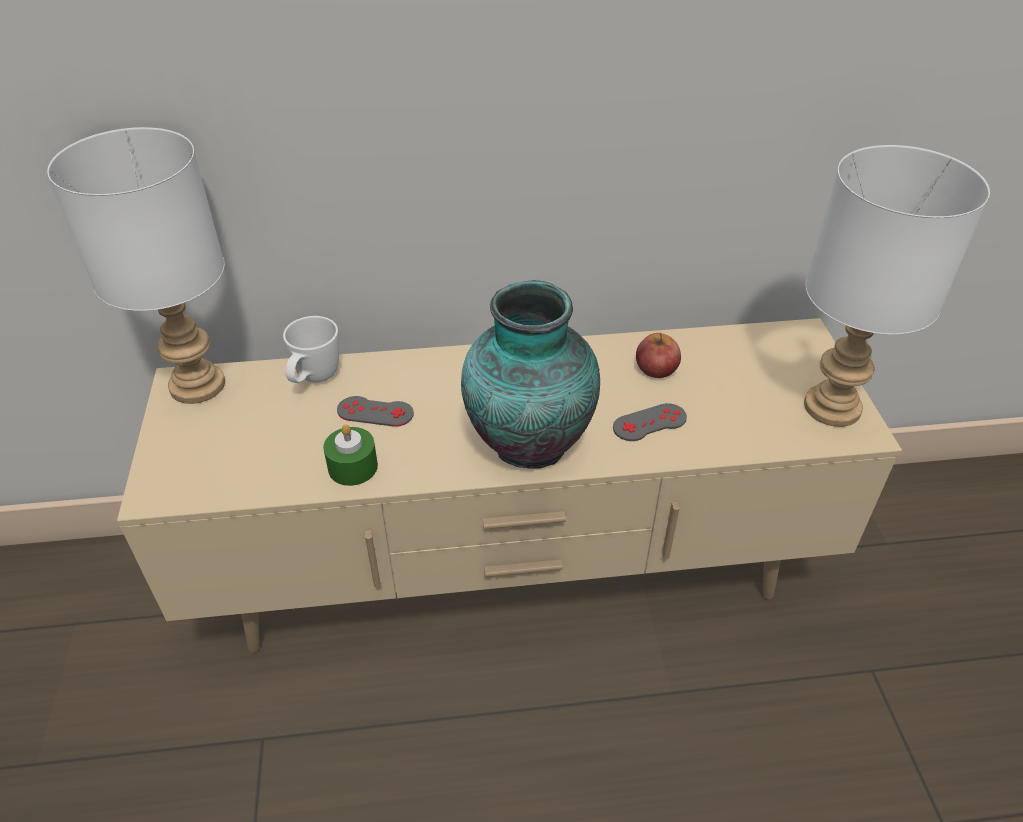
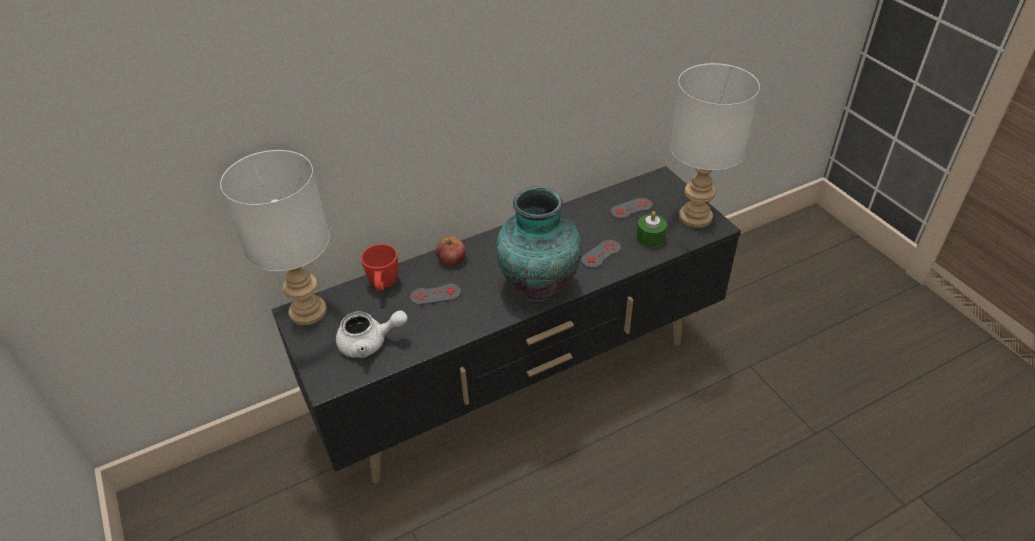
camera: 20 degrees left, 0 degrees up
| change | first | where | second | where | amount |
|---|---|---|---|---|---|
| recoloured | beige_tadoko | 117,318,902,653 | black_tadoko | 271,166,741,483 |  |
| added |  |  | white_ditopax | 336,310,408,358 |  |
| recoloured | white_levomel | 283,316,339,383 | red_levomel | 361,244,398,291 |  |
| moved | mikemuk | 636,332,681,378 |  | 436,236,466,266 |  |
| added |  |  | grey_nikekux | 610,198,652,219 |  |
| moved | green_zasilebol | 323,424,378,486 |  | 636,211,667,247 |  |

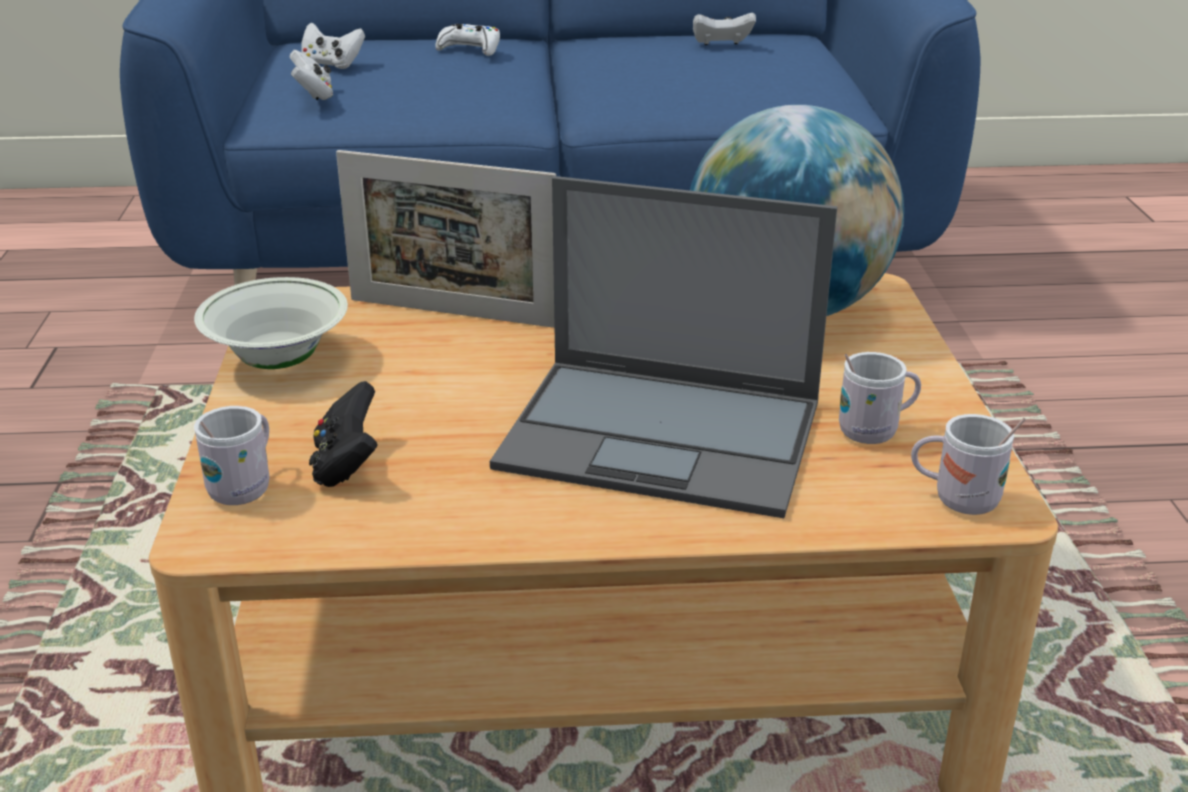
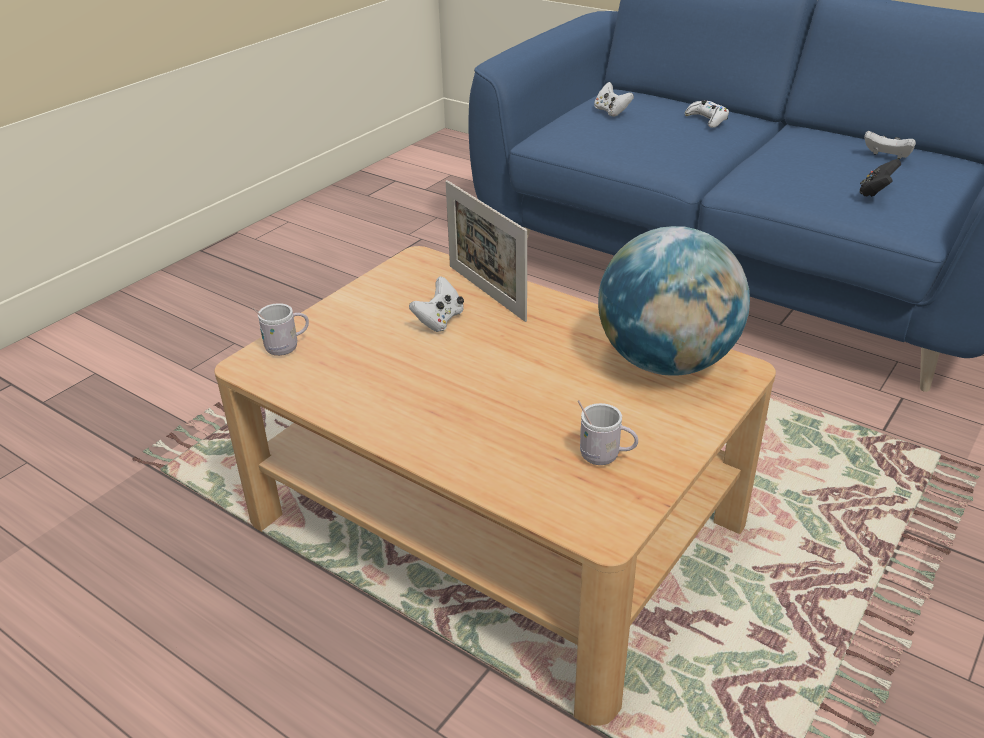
camera: 40 degrees right, 5 degrees up
| change | first | where | second | where | amount |
|---|---|---|---|---|---|
| moved | white_nikekux | 290,50,333,100 |  | 409,276,464,332 |  |
| moved | black_nikekux | 309,381,378,487 |  | 859,159,901,197 |  |
| removed | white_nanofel | 194,277,348,369 |  |  |  |
| removed | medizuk | 490,176,837,518 |  |  |  |
| removed | white_levomel | 911,414,1026,515 |  |  |  |

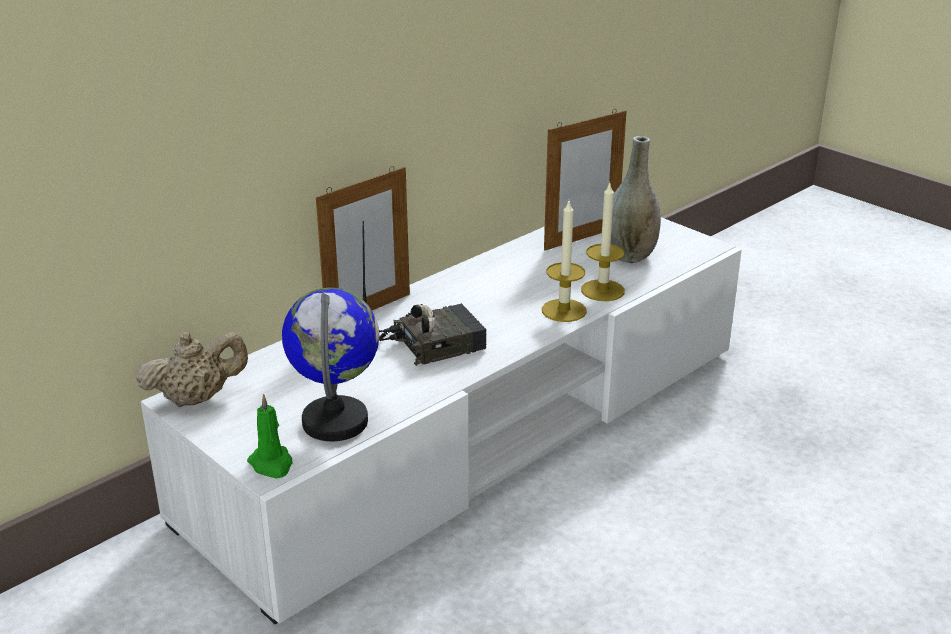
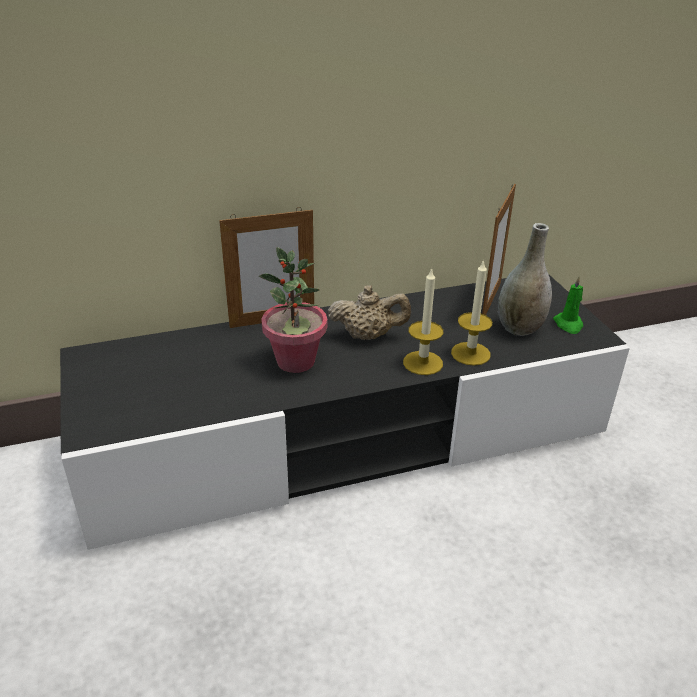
camera: 25 degrees right, 5 degrees up
| change | first | where | second | where | amount |
|---|---|---|---|---|---|
| recoloured | white_tadoko | 140,217,742,624 | black_tadoko | 60,275,630,550 |  |
| replaced | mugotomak | 363,221,486,366 | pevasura | 259,247,327,373 |  |
| moved | beige_ditopax | 136,331,248,407 |  | 328,285,411,340 |  |
| turned | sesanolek | 544,109,627,251 |  | 482,184,516,315 | 60 degrees counterclockwise |
| moved | green_zasilebol | 247,394,293,479 |  | 553,276,583,334 |  |
| removed | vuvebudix | 282,288,379,442 |  |  |  |

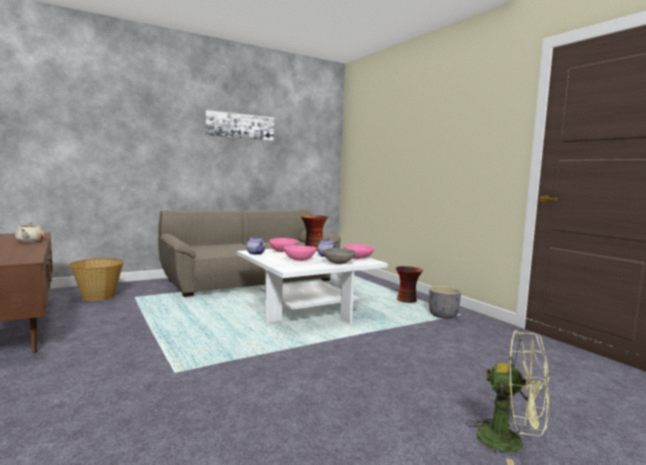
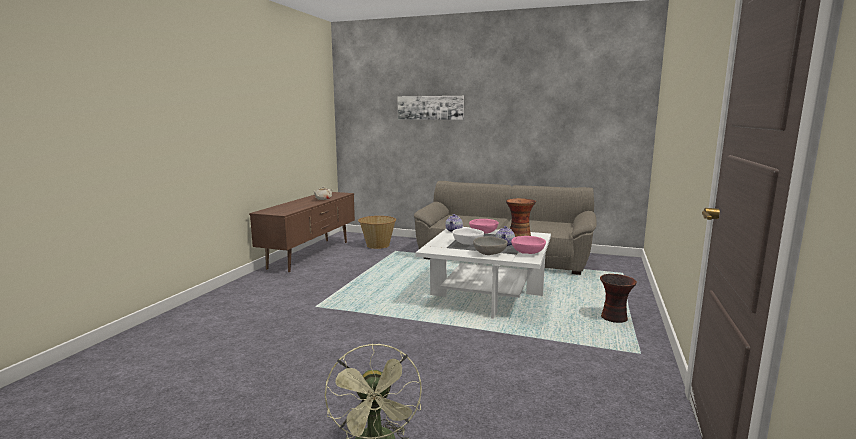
camera: 50 degrees right, 5 degrees up
| change | first | where | second | where | amount |
|---|---|---|---|---|---|
| moved | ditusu | 205,110,274,141 |  | 398,96,464,120 |  |
| recoloured | pink_nanofel | 284,245,316,261 | white_nanofel | 452,228,484,245 |  |
| removed | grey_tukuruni | 429,286,461,319 |  |  |  |

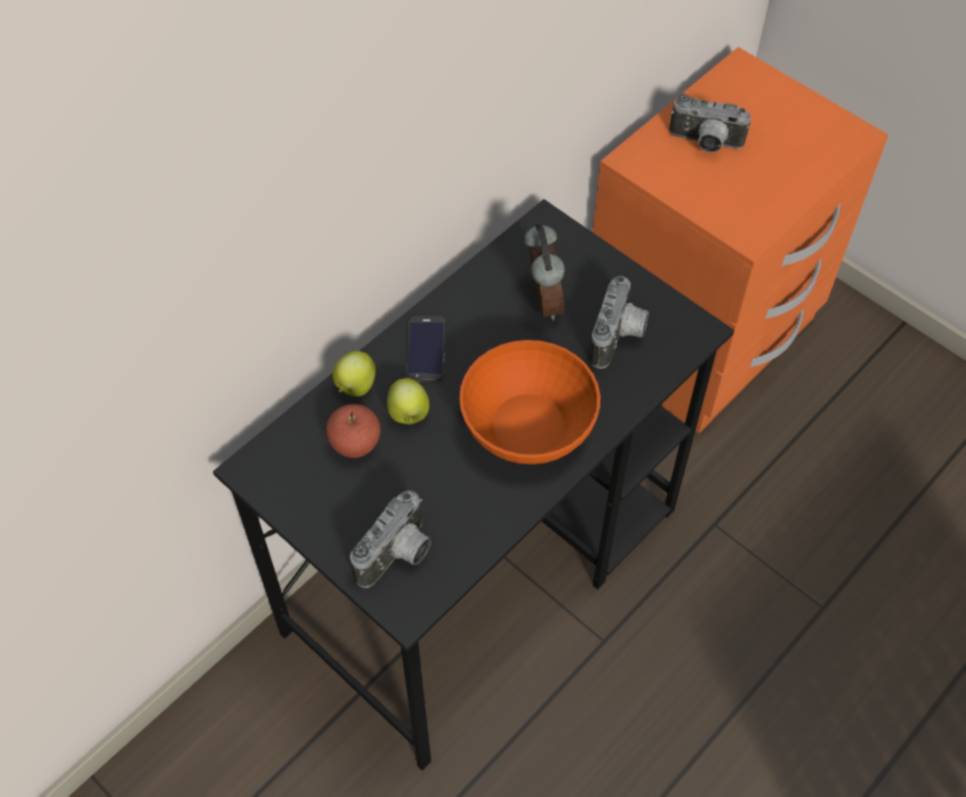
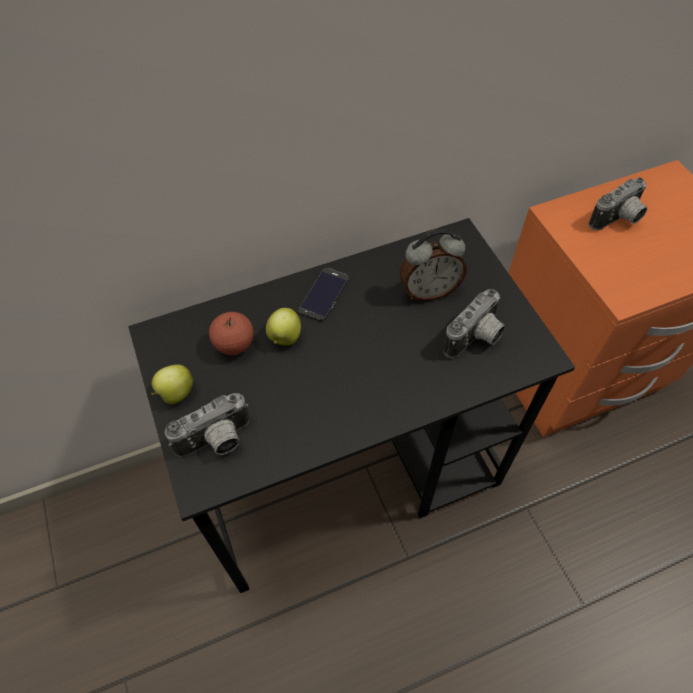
camera: 25 degrees right, 0 degrees up
| change | first | where | second | where | amount |
|---|---|---|---|---|---|
| moved | mikemuk | 332,351,376,397 |  | 151,365,193,404 |  |
| turned | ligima | 524,223,565,321 |  | 400,229,467,301 | 60 degrees clockwise |
| turned | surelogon | 669,94,751,153 |  | 589,177,647,230 | 75 degrees counterclockwise |
| removed | orange_nanofel | 459,340,600,464 |  |  |  |

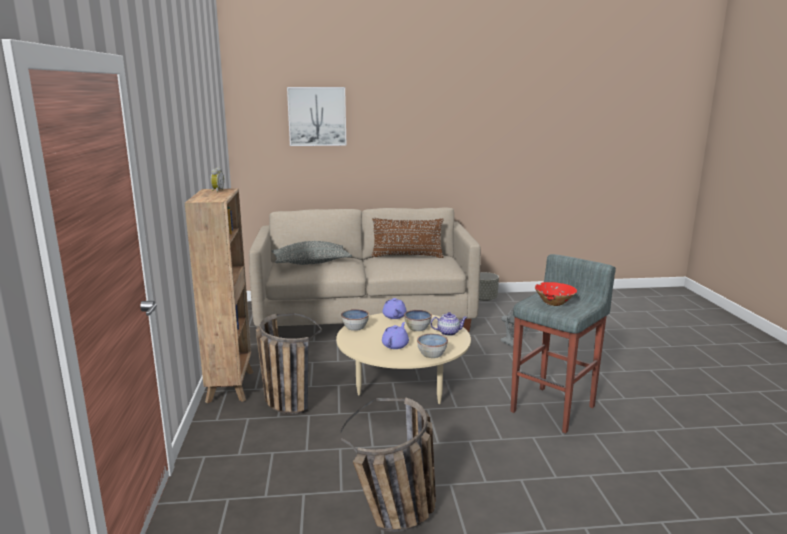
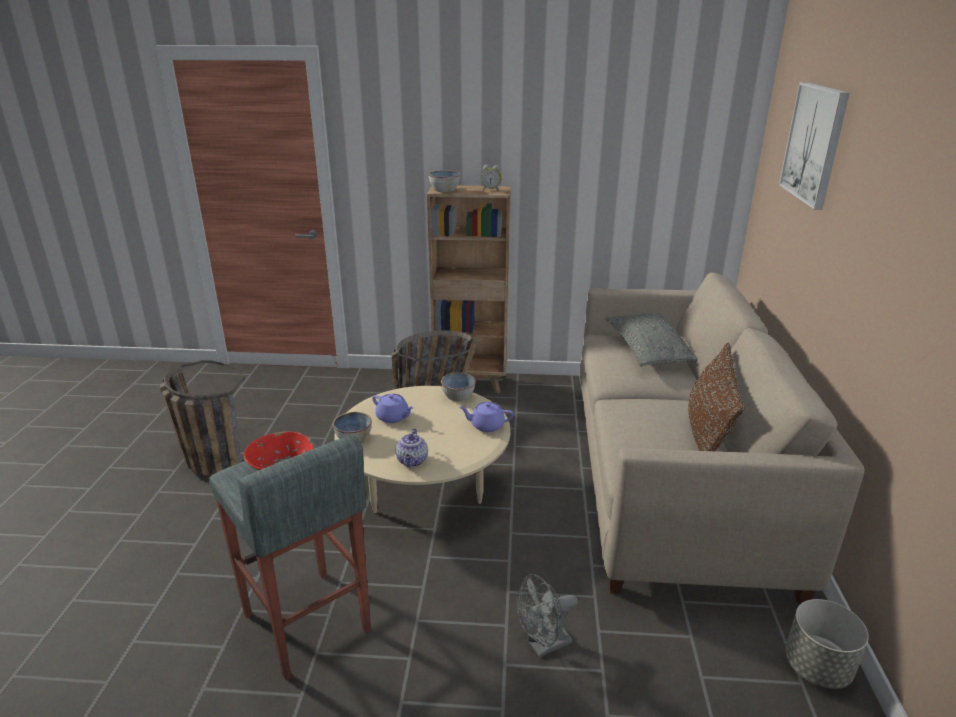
camera: 100 degrees right, 10 degrees up
| change | first | where | second | where | amount |
|---|---|---|---|---|---|
| moved | nanofel | 404,310,432,331 |  | 428,170,460,192 |  |

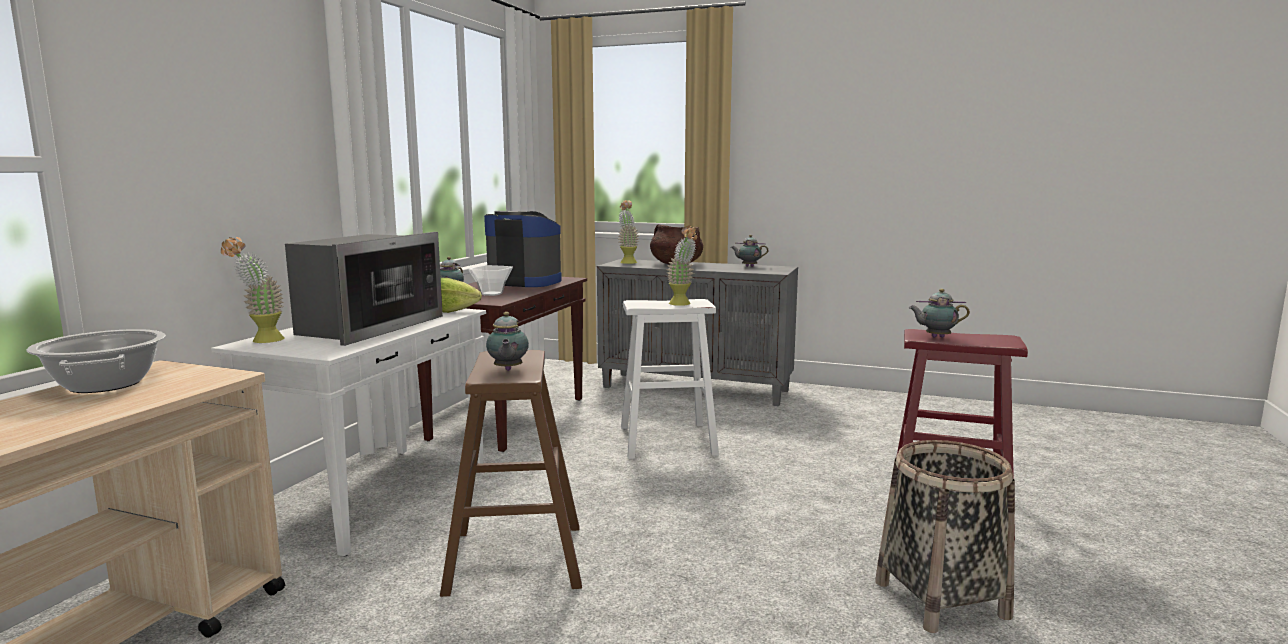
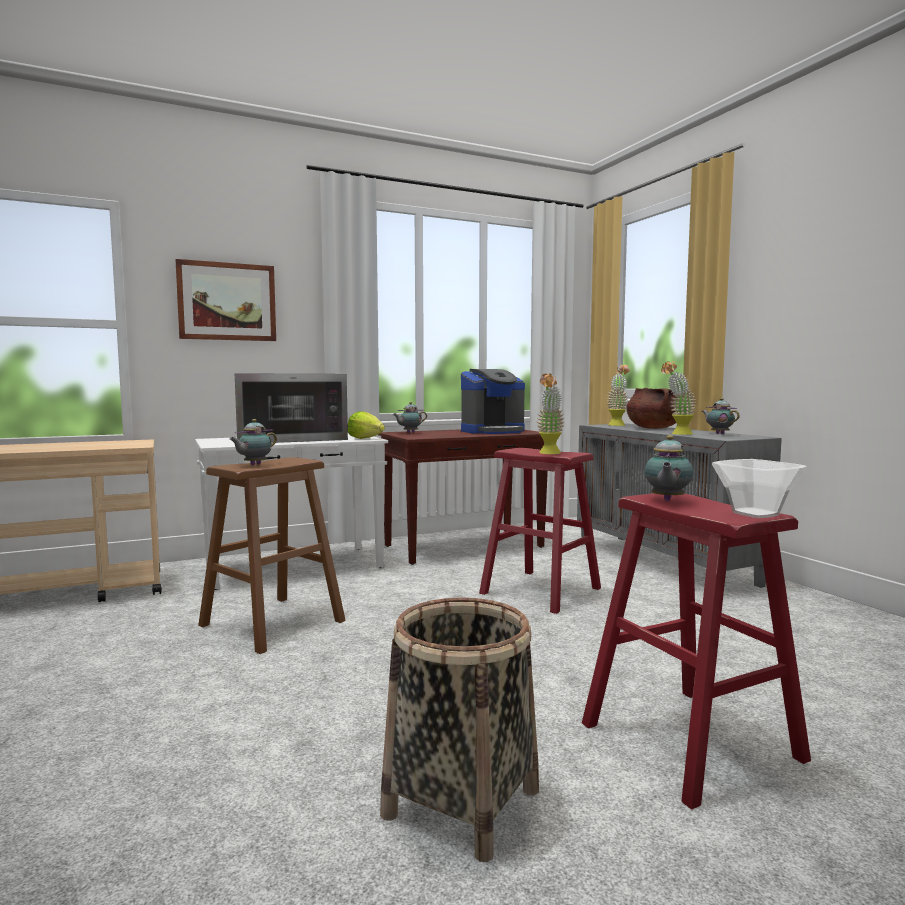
camera: 45 degrees right, 5 degrees down
| change | first | where | second | where | amount |
|---|---|---|---|---|---|
| added |  |  | ditusu | 176,259,276,341 |  |
| turned | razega | 484,211,562,287 |  | 461,369,525,434 | 90 degrees clockwise |
| recoloured | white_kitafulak | 621,299,719,459 | red_kitafulak | 479,448,601,614 |  |
| turned | ditopax | 909,289,970,338 |  | 645,435,693,501 | 120 degrees counterclockwise |
| moved | pevasura | 221,237,284,343 |  | 661,361,697,435 |  |
| moved | nanofel | 469,265,513,296 |  | 712,459,807,518 |  |
| removed | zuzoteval | 26,329,166,393 |  |  |  |

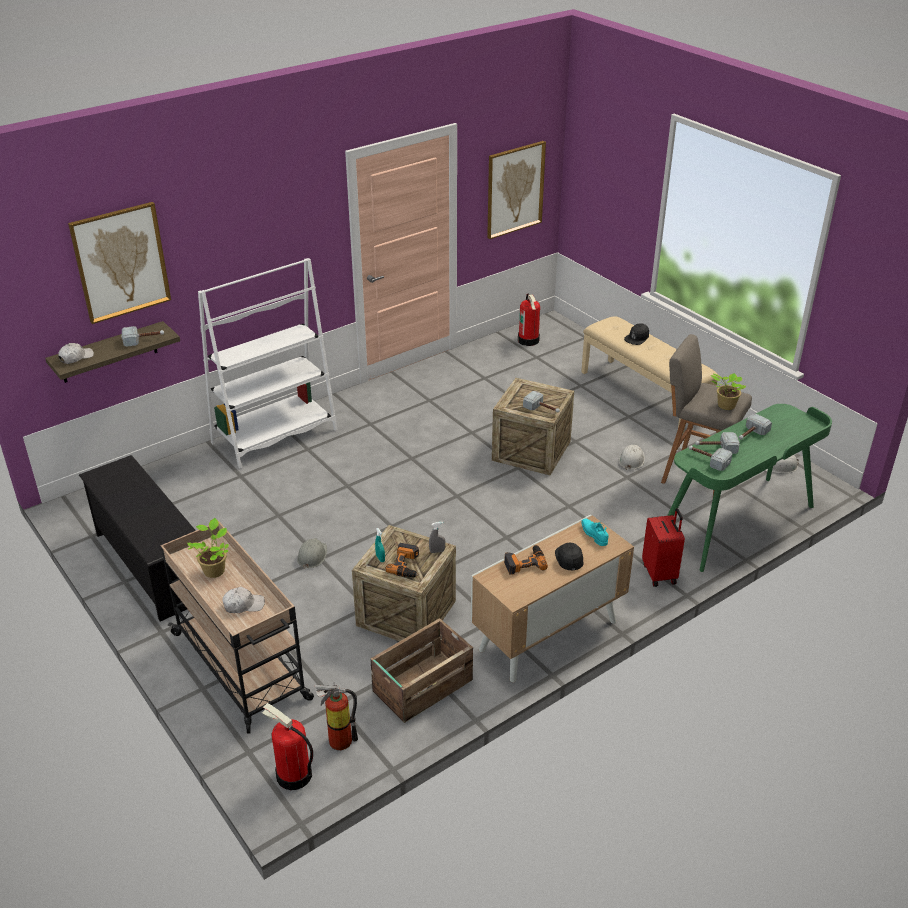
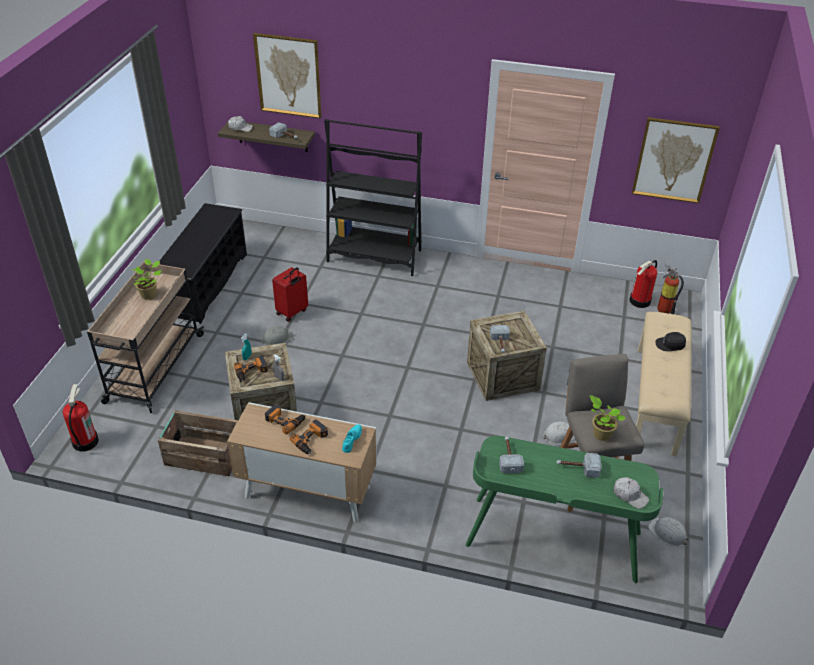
camera: 50 degrees right, 5 degrees up
| change | first | where | second | where | amount |
|---|---|---|---|---|---|
| moved | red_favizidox | 642,508,685,587 |  | 272,267,308,322 |  |
| replaced | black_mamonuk | 555,543,583,570 | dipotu | 290,419,328,454 |  |
| recoloured | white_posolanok | 198,258,337,469 | black_posolanok | 324,119,422,276 |  |
| moved | white_mamonuk | 222,587,265,613 |  | 614,477,649,509 |  |
| moved | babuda | 315,682,358,750 |  | 657,263,684,314 |  |
| removed | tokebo | 695,432,740,454 |  |  |  |

